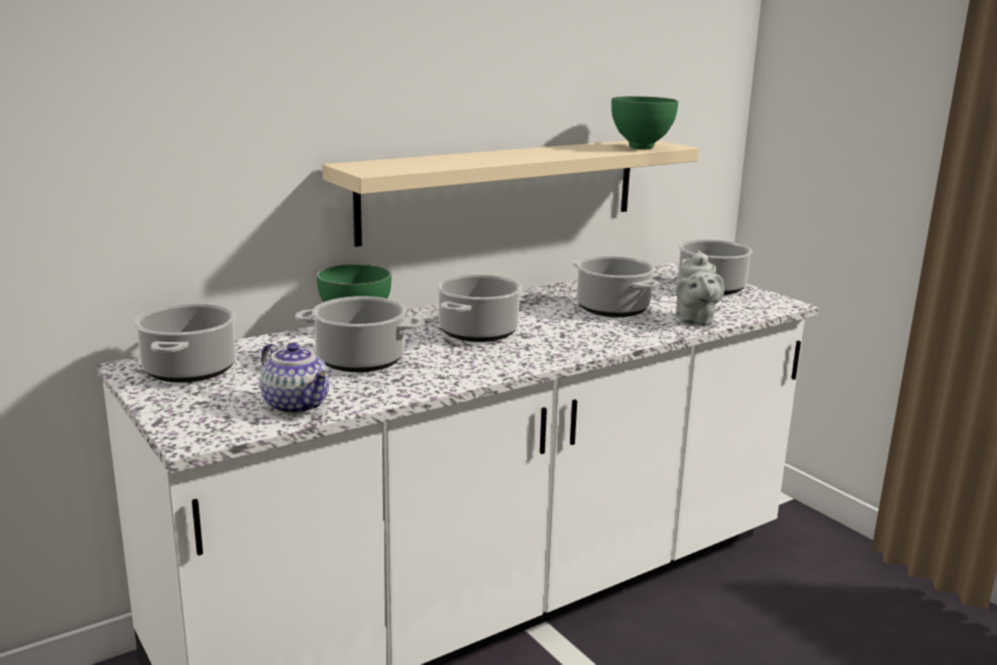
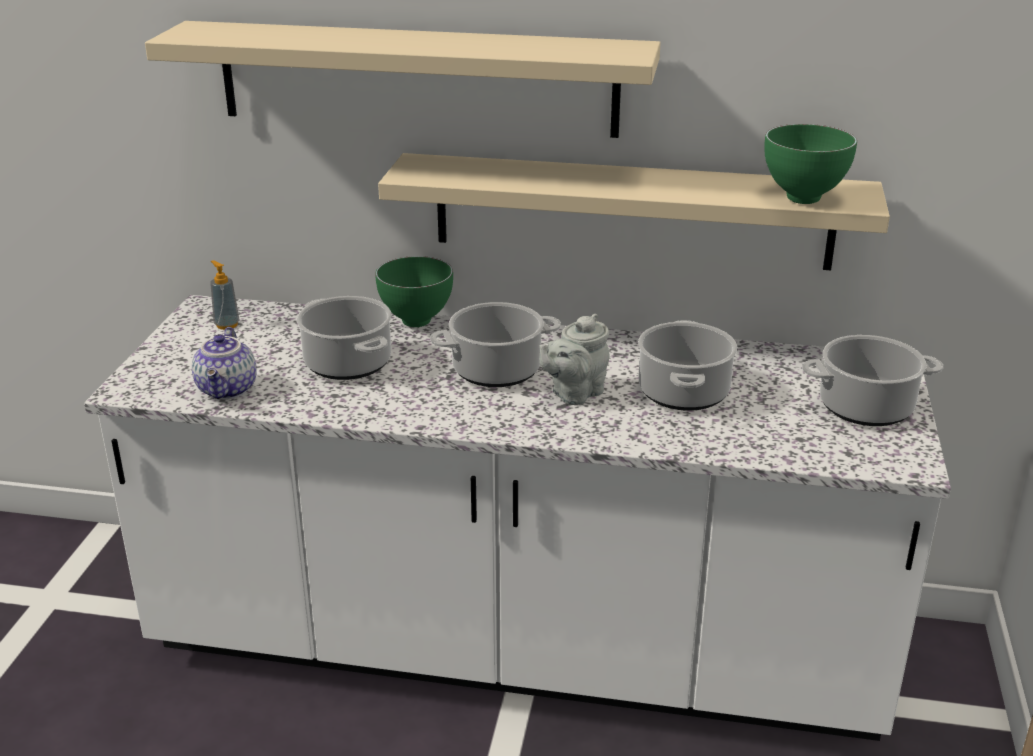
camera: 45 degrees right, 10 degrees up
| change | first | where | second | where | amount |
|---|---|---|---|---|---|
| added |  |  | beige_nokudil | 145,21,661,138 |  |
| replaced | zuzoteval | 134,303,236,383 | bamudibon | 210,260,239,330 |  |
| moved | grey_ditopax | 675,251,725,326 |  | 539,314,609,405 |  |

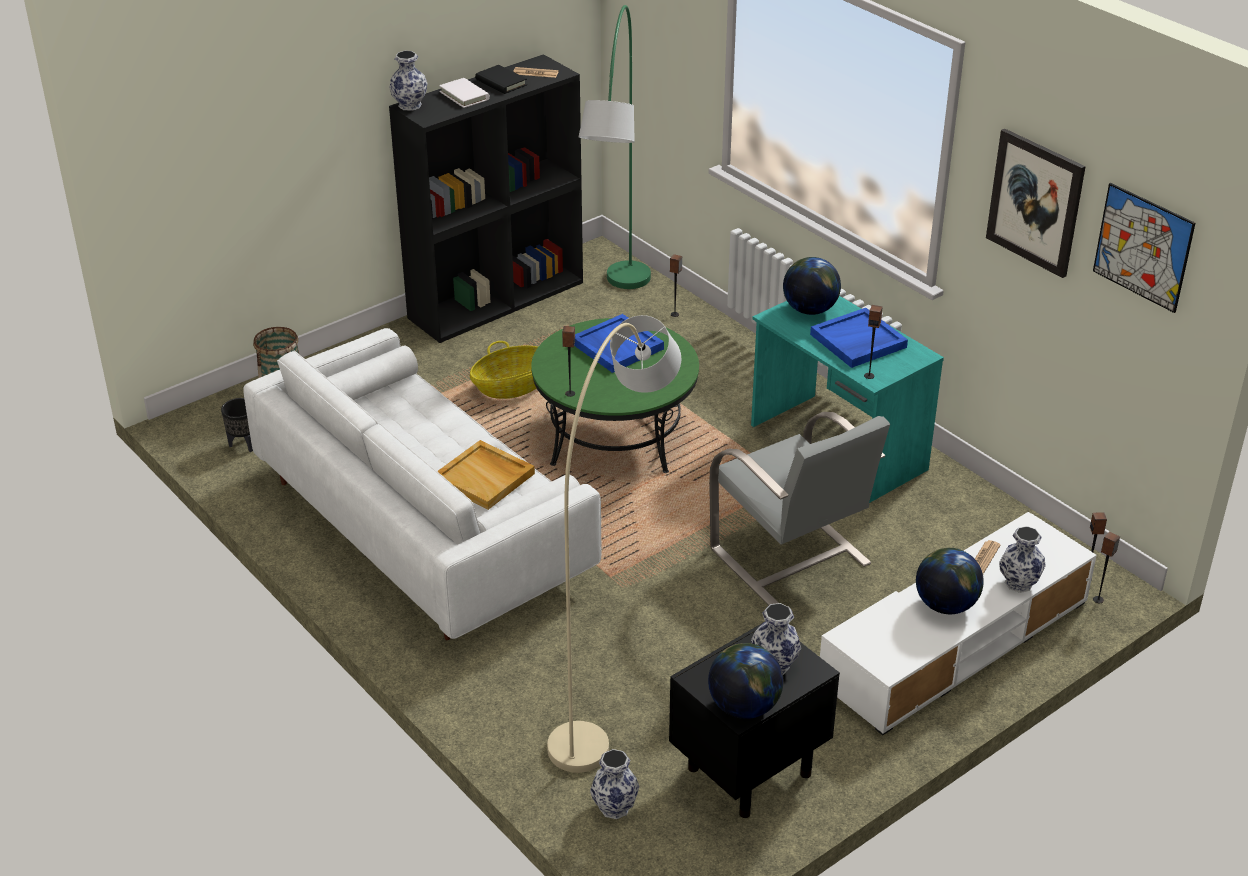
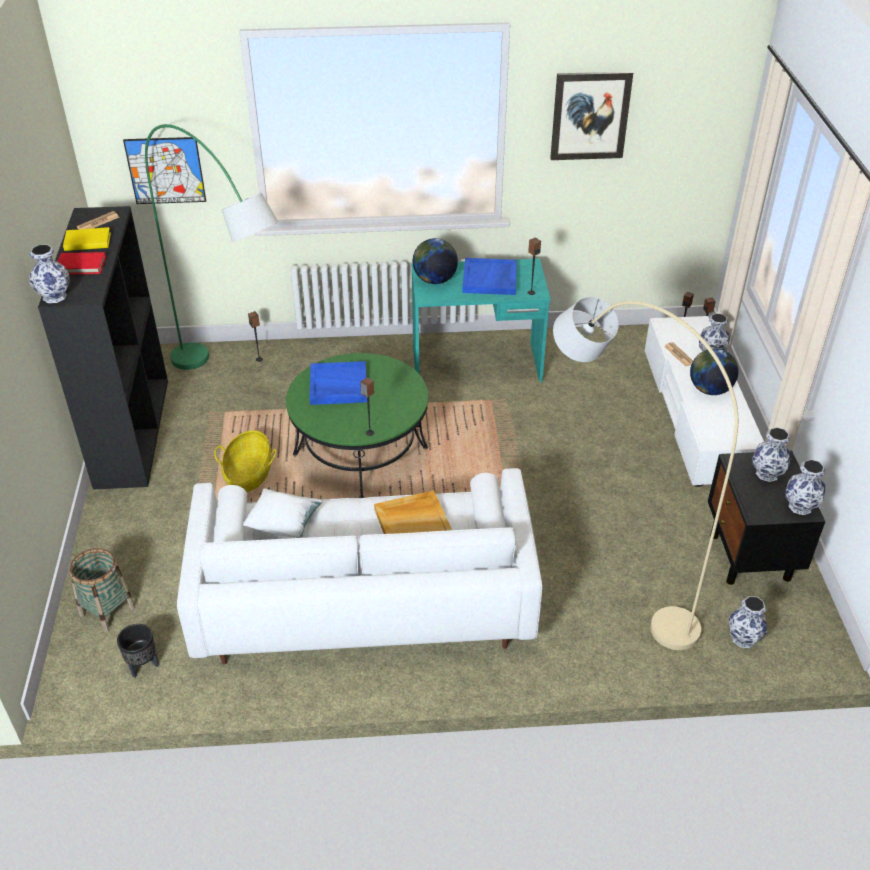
camera: 55 degrees left, 5 degrees up
| change | first | where | second | where | amount |
|---|---|---|---|---|---|
| recoloured | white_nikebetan | 439,78,490,108 | red_nikebetan | 57,252,106,275 |  |
| recoloured | black_nikebetan | 475,65,527,94 | yellow_nikebetan | 63,227,111,251 |  |
| moved | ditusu | 1093,183,1195,313 |  | 123,137,206,204 |  |
| added |  |  | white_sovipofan | 243,488,323,538 |  |
| replaced | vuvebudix | 708,643,783,719 | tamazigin | 786,459,825,515 |  |
| removed | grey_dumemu | 709,412,890,605 |  |  |  |

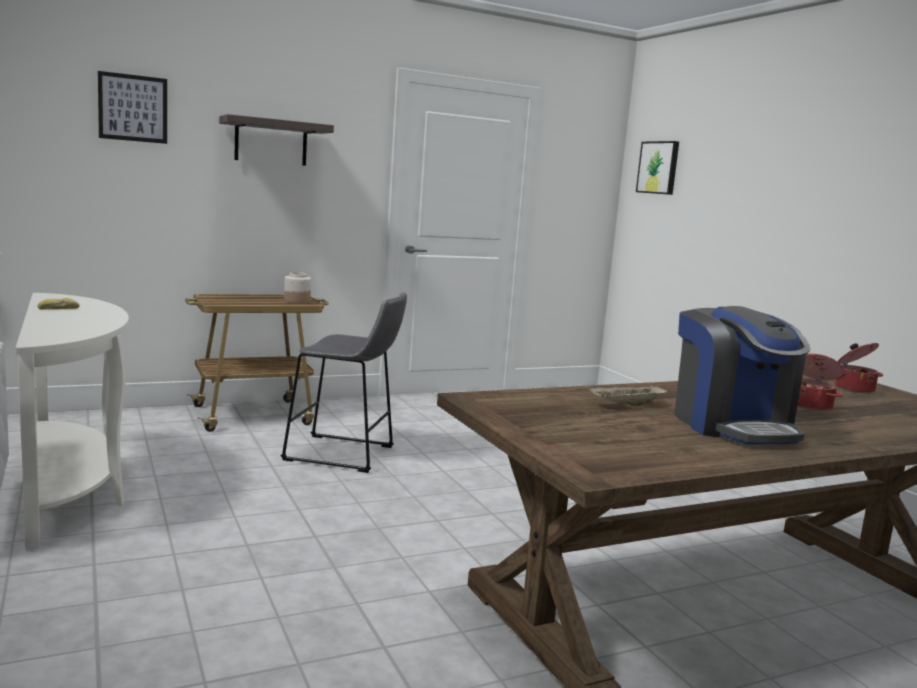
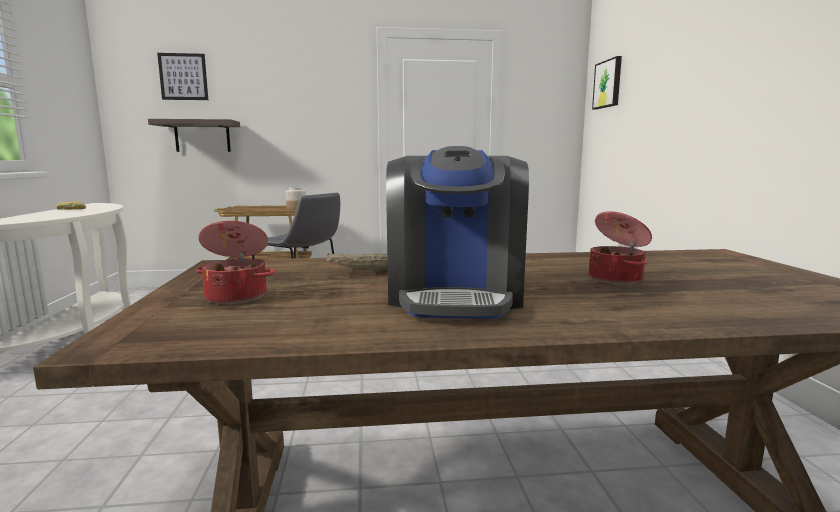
camera: 20 degrees right, 0 degrees up
| change | first | where | second | where | amount |
|---|---|---|---|---|---|
| moved | nokudil | 219,114,334,166 |  | 148,119,240,152 |  |
| moved | zuzoteval | 835,343,883,393 |  | 195,221,275,304 |  |

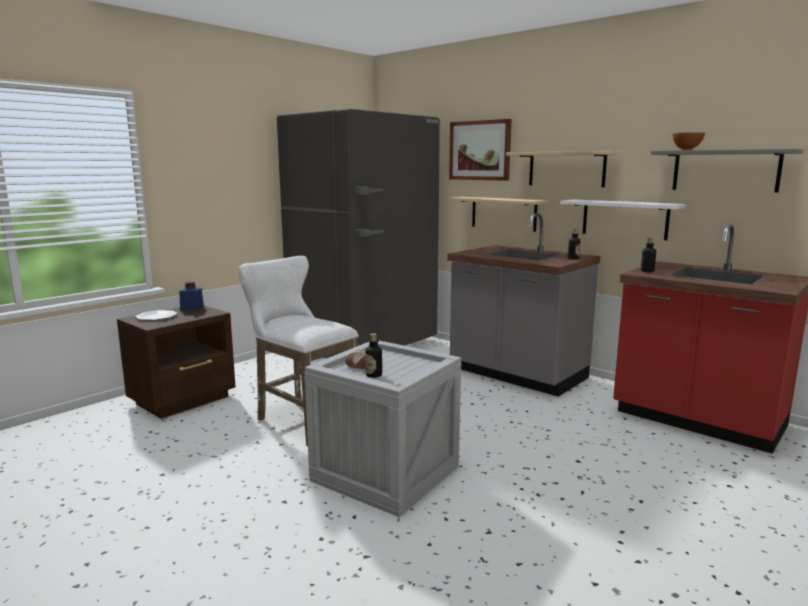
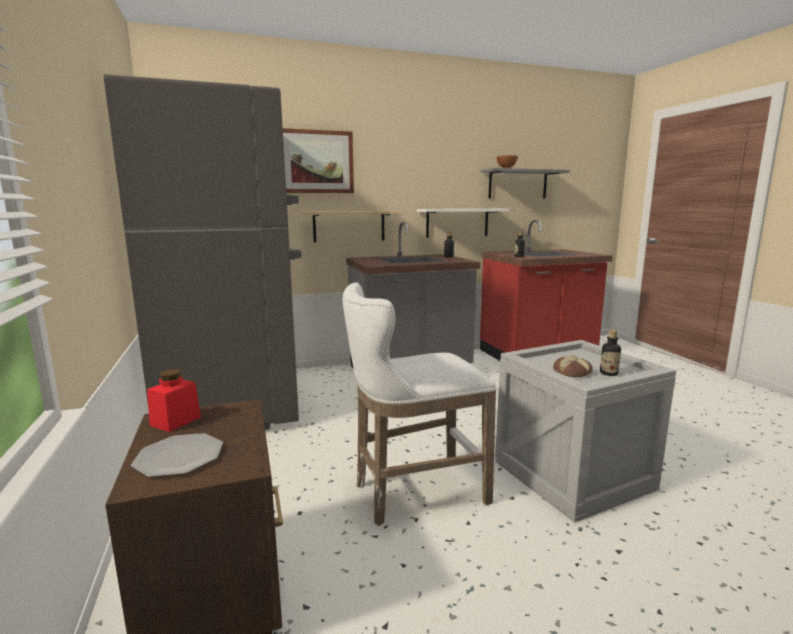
camera: 60 degrees left, 0 degrees up
| change | first | where | second | where | amount |
|---|---|---|---|---|---|
| recoloured | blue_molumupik | 179,282,204,311 | red_molumupik | 147,369,201,432 |  |
| removed | beige_nokudil | 506,151,620,187 |  |  |  |

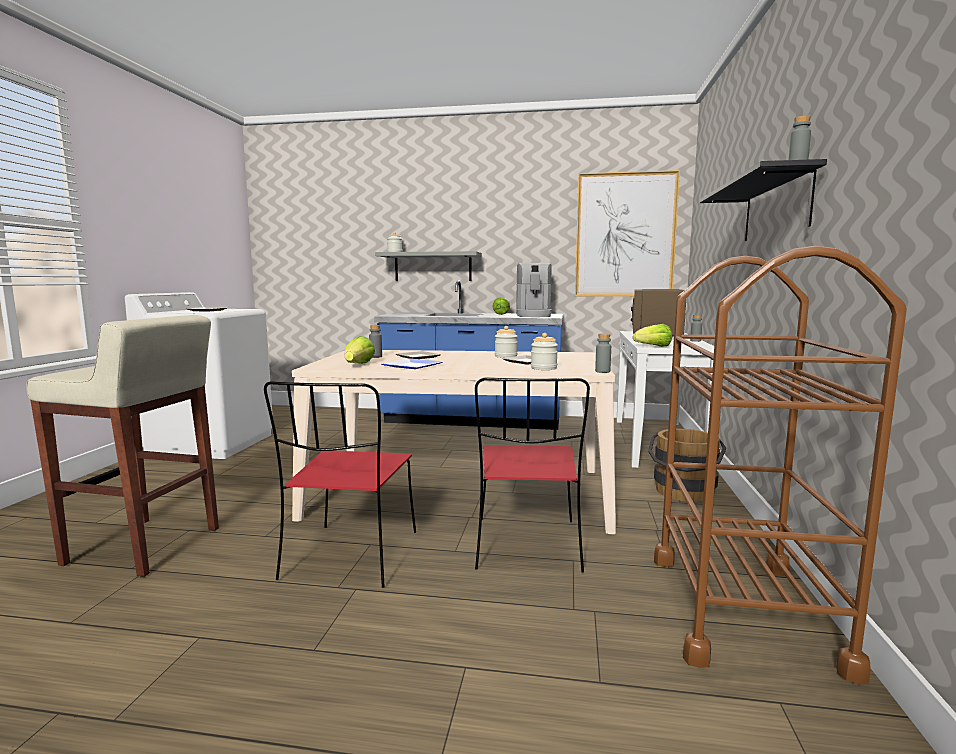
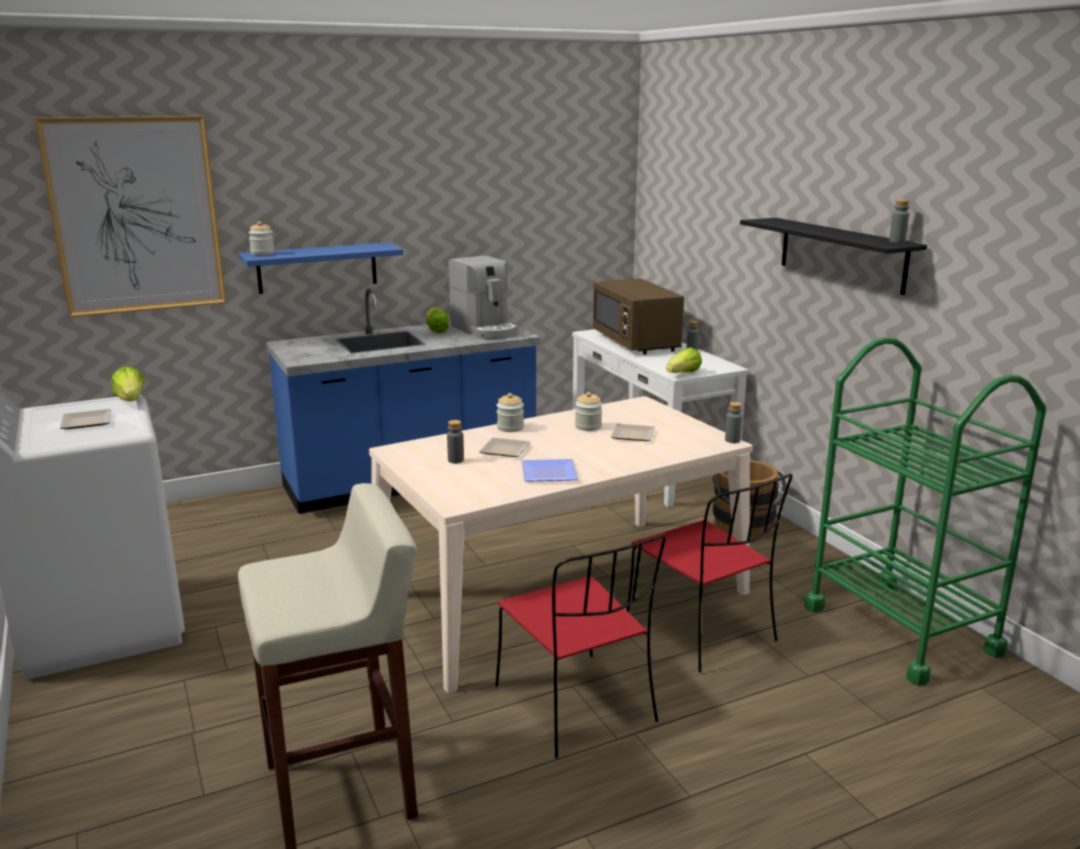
camera: 35 degrees left, 10 degrees up
| change | first | where | second | where | amount |
|---|---|---|---|---|---|
| moved | ditusu | 575,170,680,297 |  | 34,116,226,317 |  |
| moved | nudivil | 345,336,375,364 |  | 111,367,145,401 |  |
| recoloured | grey_nokudil | 375,251,482,281 | blue_nokudil | 238,242,403,294 |  |
| moved | molumupik | 531,333,558,370 |  | 497,393,524,432 |  |
| recoloured | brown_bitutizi | 654,246,907,685 | green_bitutizi | 804,337,1046,686 |  |

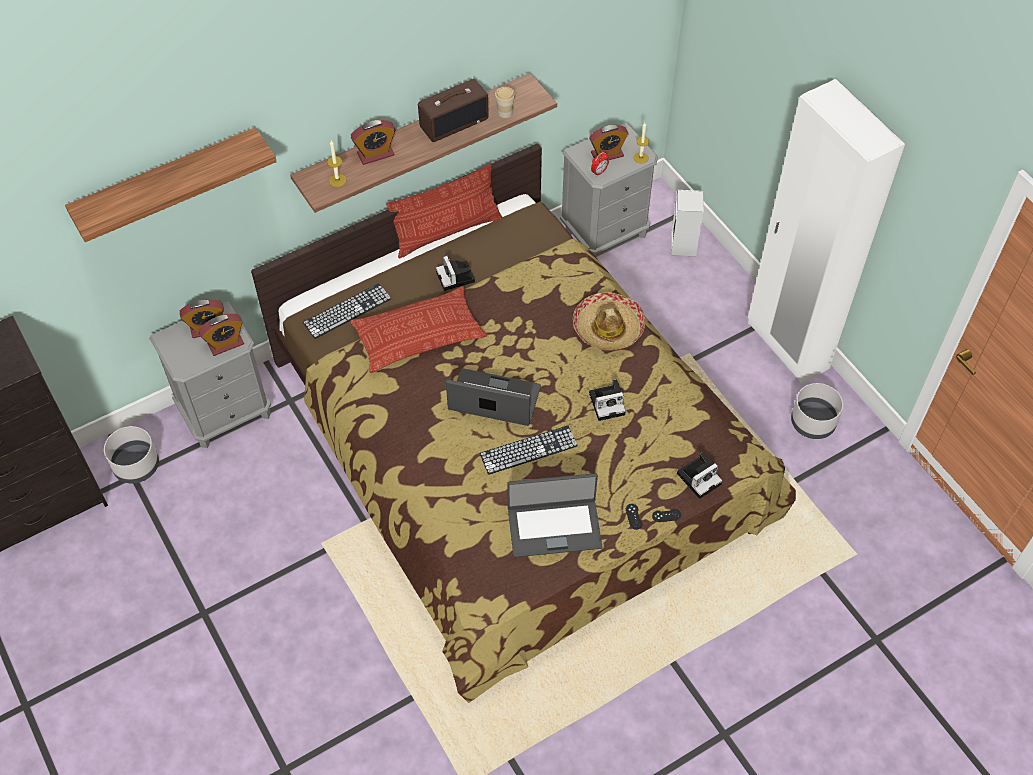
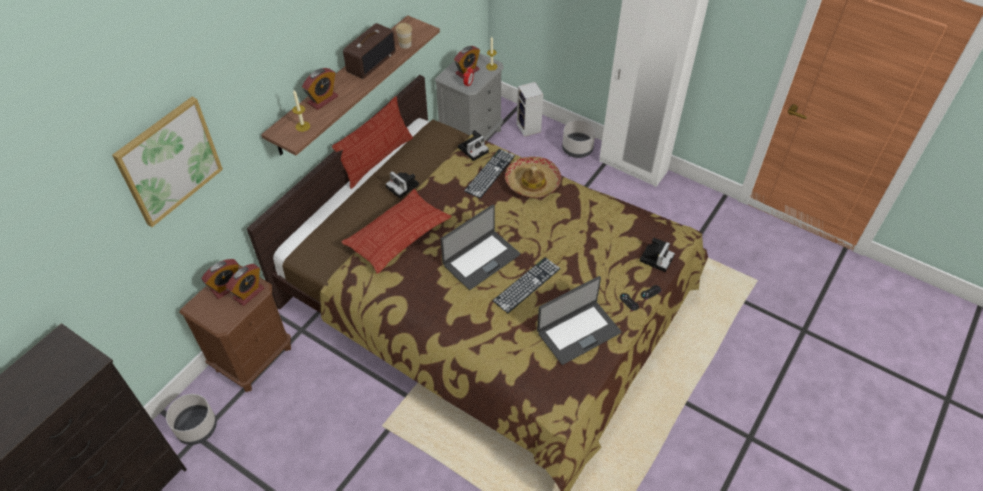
camera: 25 degrees left, 5 degrees down
| change | first | where | second | where | amount |
|---|---|---|---|---|---|
| replaced | nokudil | 65,127,277,242 | ditusu | 112,97,223,227 |  |
| recoloured | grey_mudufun | 149,301,271,448 | brown_mudufun | 179,265,291,392 |  |
| turned | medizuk | 446,368,541,426 |  | 441,205,520,290 | 150 degrees clockwise |
| moved | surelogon | 589,379,626,421 |  | 458,130,489,161 |  |
| moved | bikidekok | 303,283,391,339 |  | 464,149,515,198 |  |
| moved | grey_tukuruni | 791,383,843,439 |  | 562,120,596,158 |  |

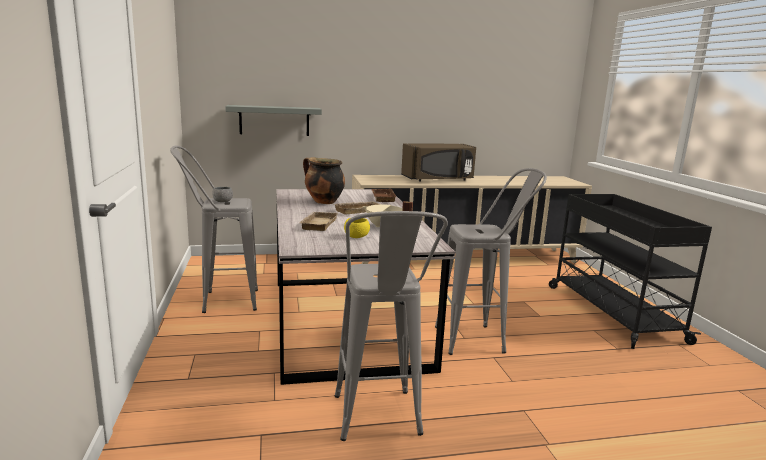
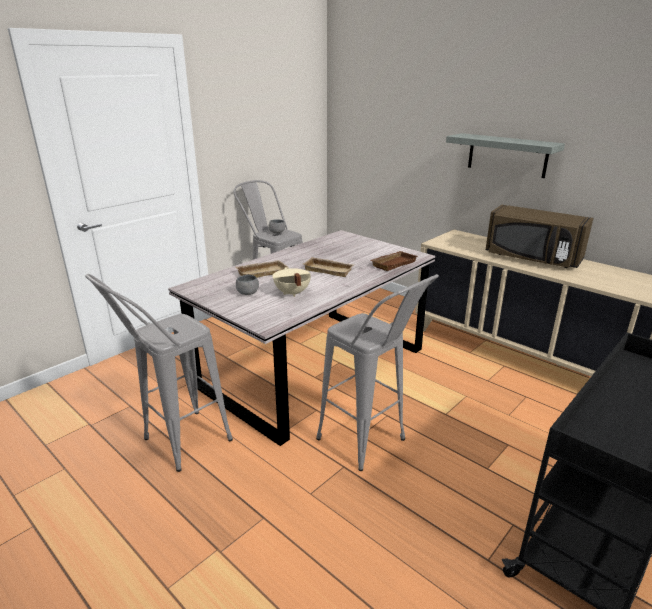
camera: 55 degrees right, 10 degrees up
| change | first | where | second | where | amount |
|---|---|---|---|---|---|
| recoloured | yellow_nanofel | 344,218,370,238 | grey_nanofel | 236,275,259,295 |  |
| moved | grey_nokudil | 225,105,322,136 |  | 446,133,565,178 |  |
| removed | zuzoteval | 303,157,345,204 |  |  |  |

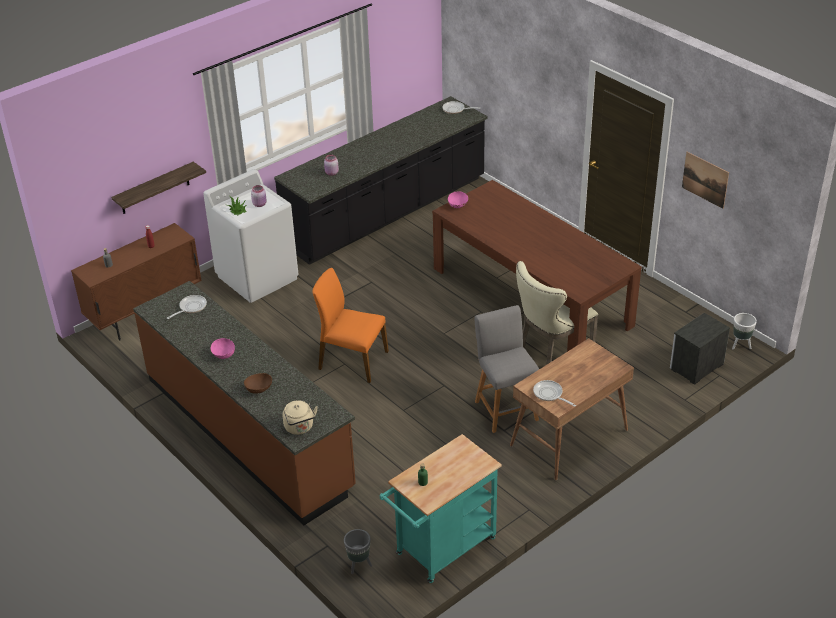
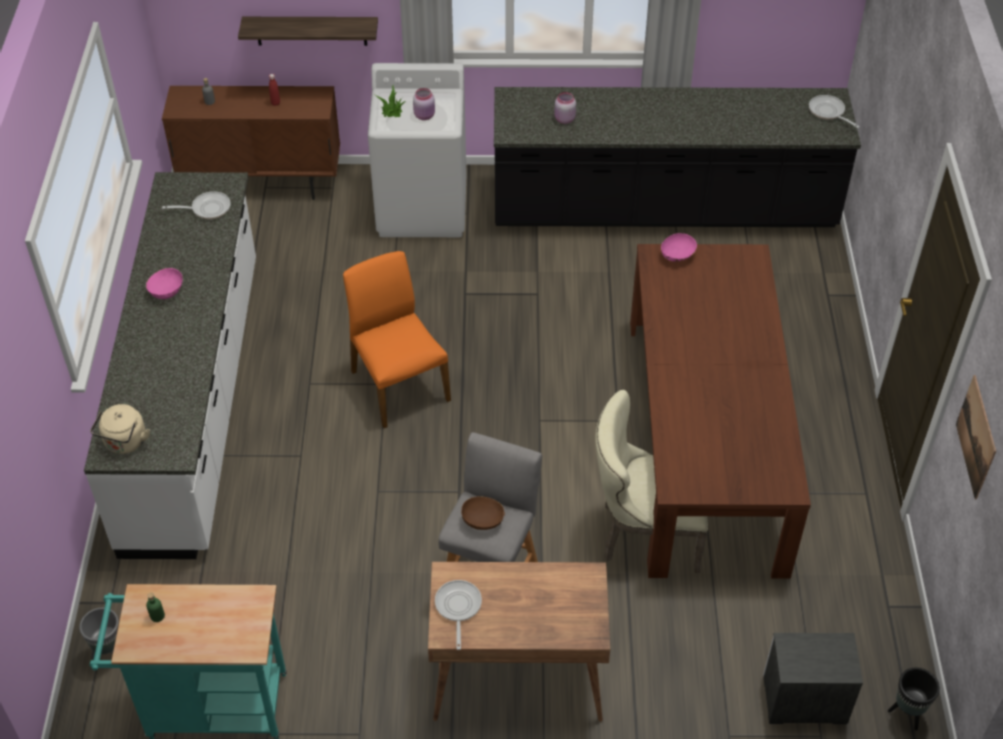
camera: 40 degrees right, 10 degrees up
| change | first | where | second | where | amount |
|---|---|---|---|---|---|
| recoloured | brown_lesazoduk | 133,281,356,525 | white_lesazoduk | 84,172,256,559 |  |
| moved | brown_nanofel | 244,373,272,394 |  | 461,496,505,530 |  |
| recoloured | white_tukuruni | 732,313,757,349 | black_tukuruni | 888,667,940,730 |  |

